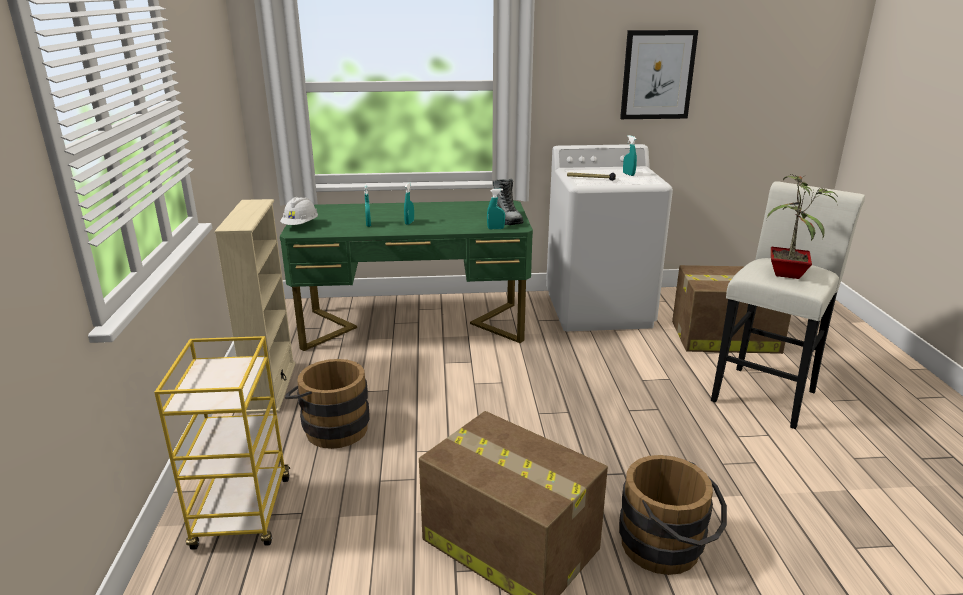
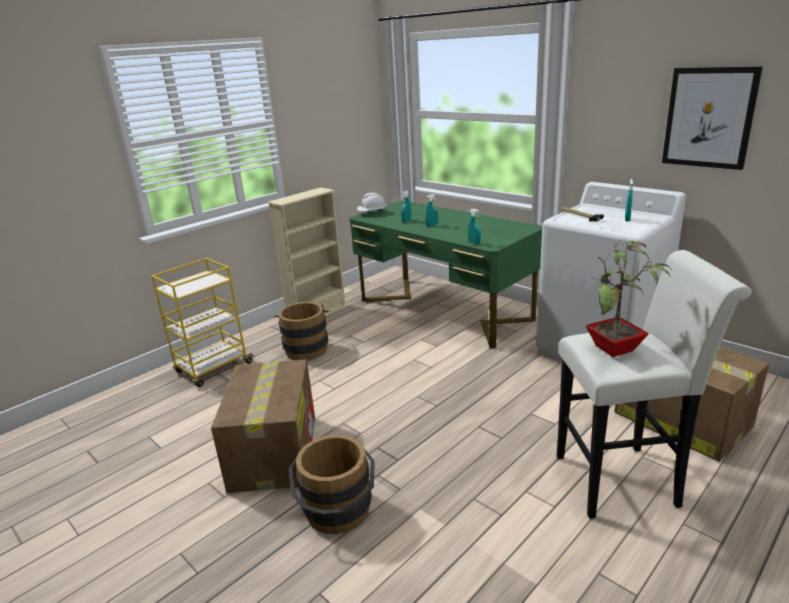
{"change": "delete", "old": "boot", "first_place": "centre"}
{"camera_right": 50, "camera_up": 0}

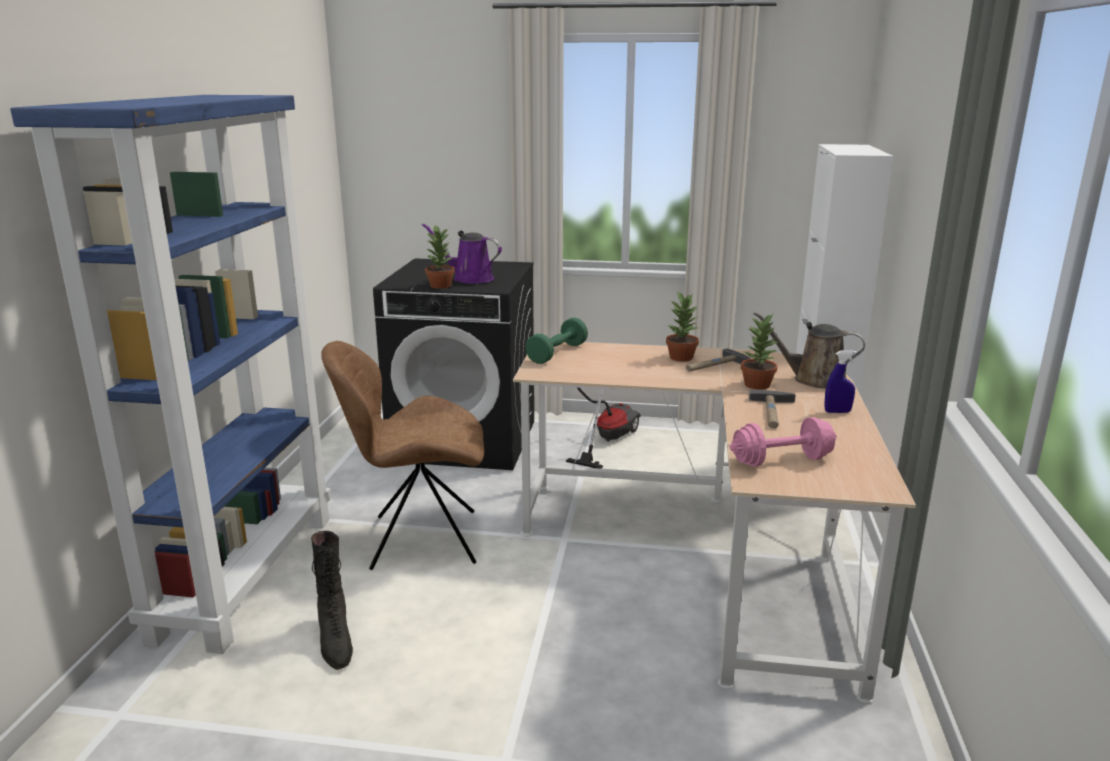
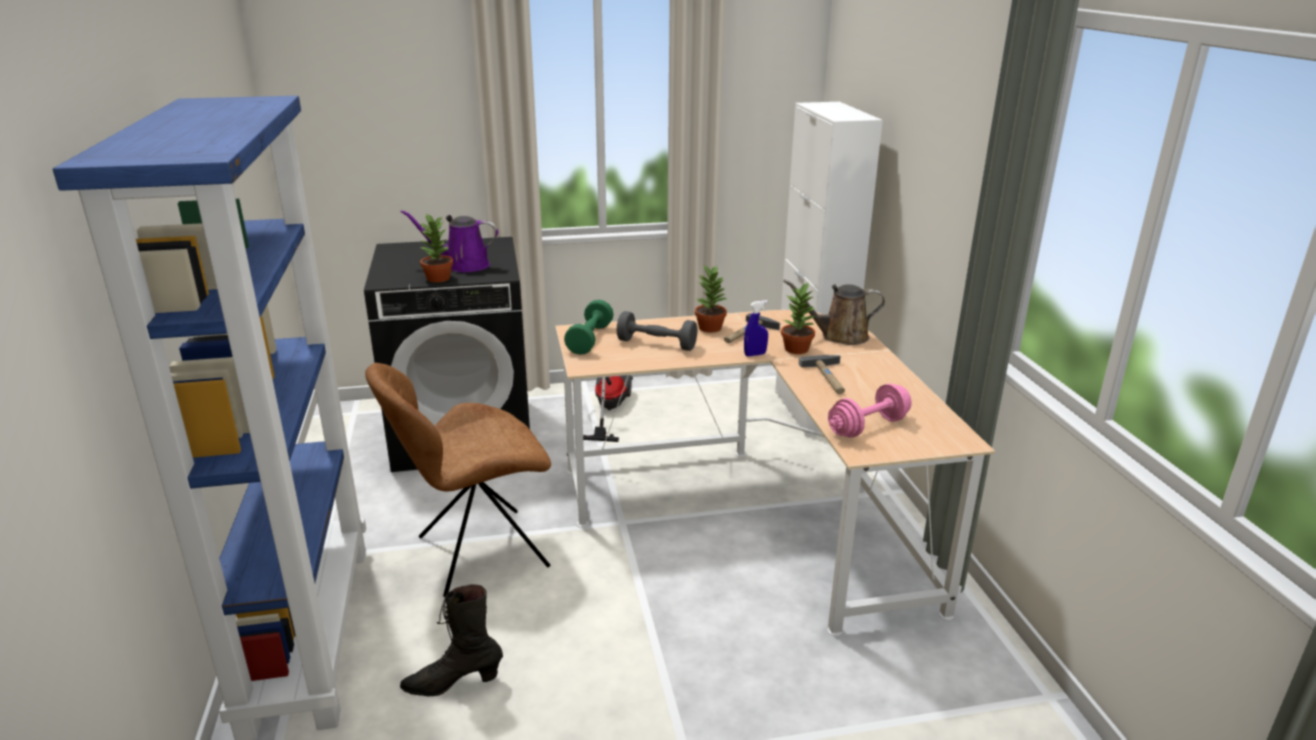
{"change": "insert", "new": "grey dumbbell", "second_place": "centre"}
{"change": "move", "old": "blue spray bottle", "first_place": "middle right", "second_place": "centre"}
{"change": "rotate", "old": "black boot", "first_place": "bottom left", "second_place": "bottom centre", "degrees": 120}
{"camera_right": -20, "camera_up": 5}

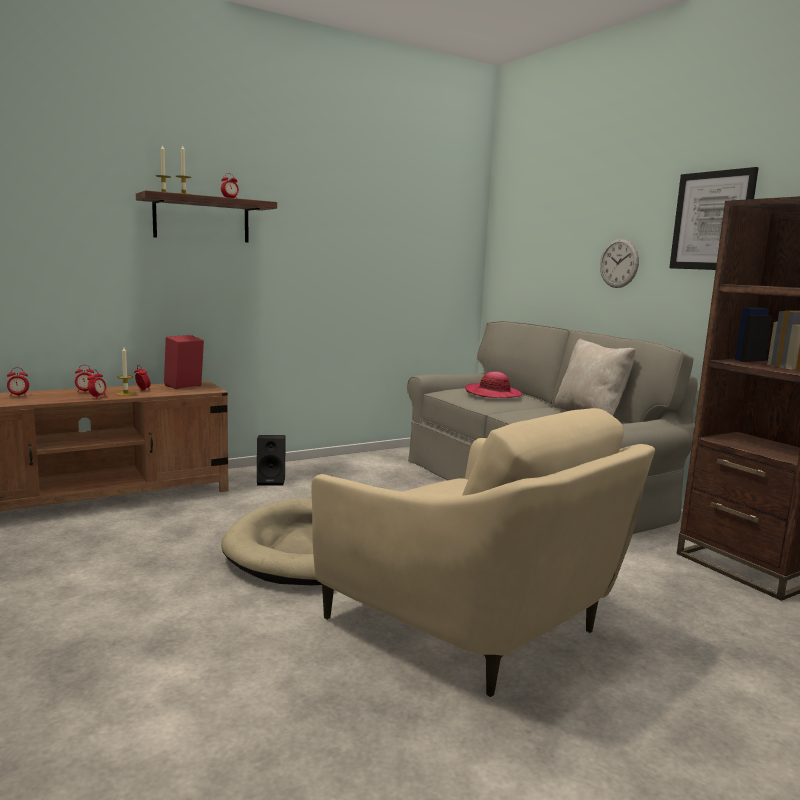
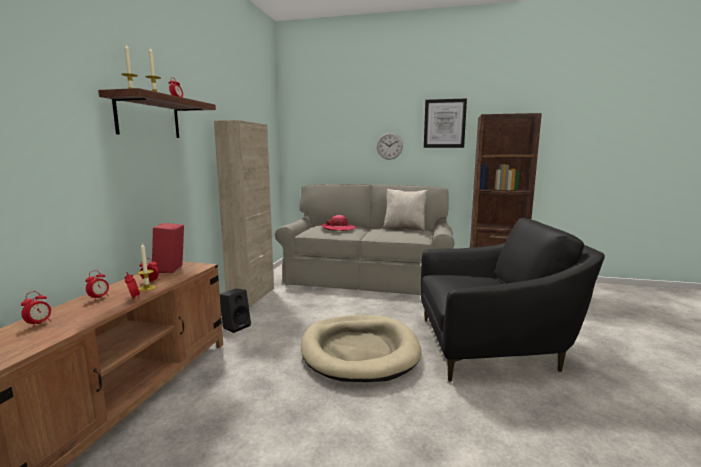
{"change": "insert", "new": "beige cabinet", "second_place": "centre"}
{"change": "recolor", "old": "beige armchair", "new": "black armchair", "first_place": "bottom centre", "second_place": "middle right"}
{"camera_right": -45, "camera_up": 0}

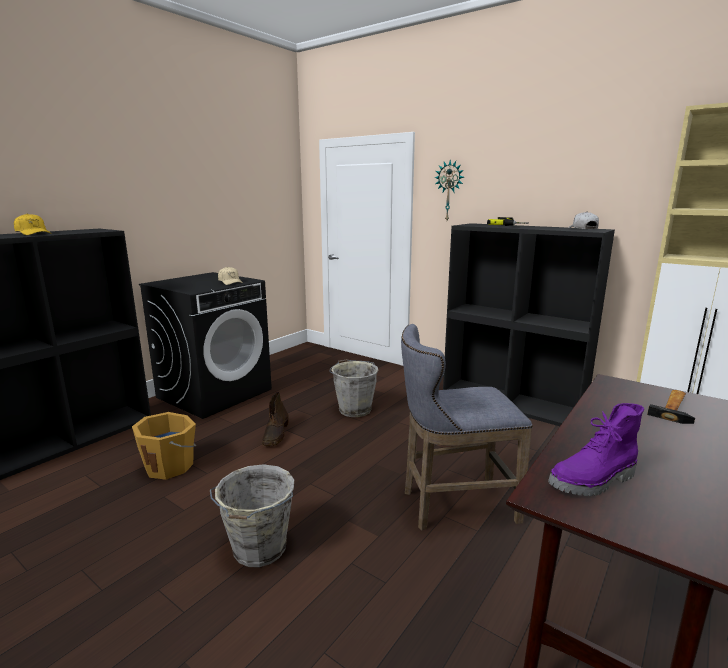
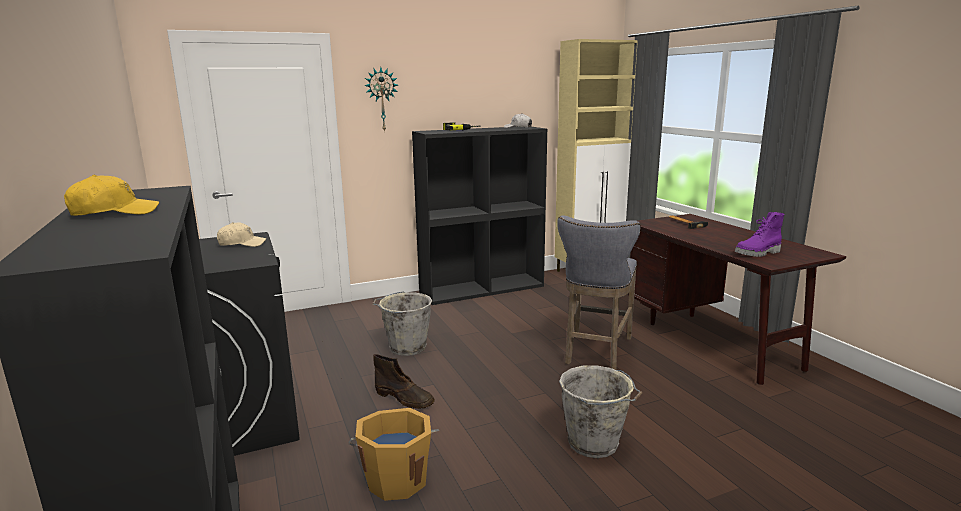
{"change": "rotate", "old": "purple boot", "first_place": "bottom right", "second_place": "middle right", "degrees": 60}
{"camera_right": -60, "camera_up": 0}

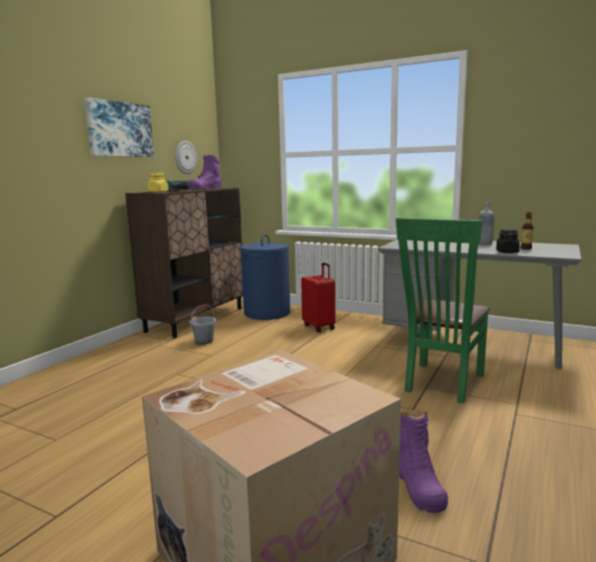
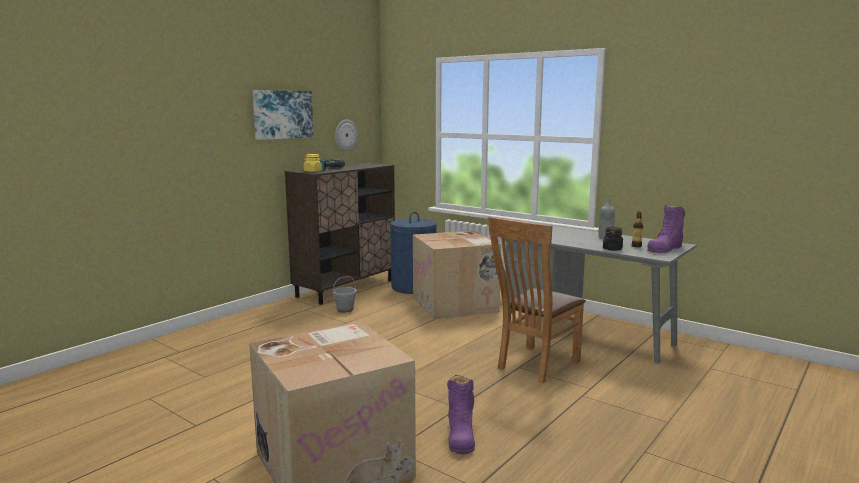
{"change": "move", "old": "purple boot (1st from left in the first image)", "new": "purple boot (2nd from left)", "first_place": "top centre", "second_place": "middle right"}
{"change": "replace", "old": "red suitcase", "new": "cardboard box (2nd from left)", "first_place": "centre", "second_place": "centre"}
{"change": "recolor", "old": "green chair", "new": "brown chair", "first_place": "middle right", "second_place": "centre"}
{"camera_right": 10, "camera_up": 0}

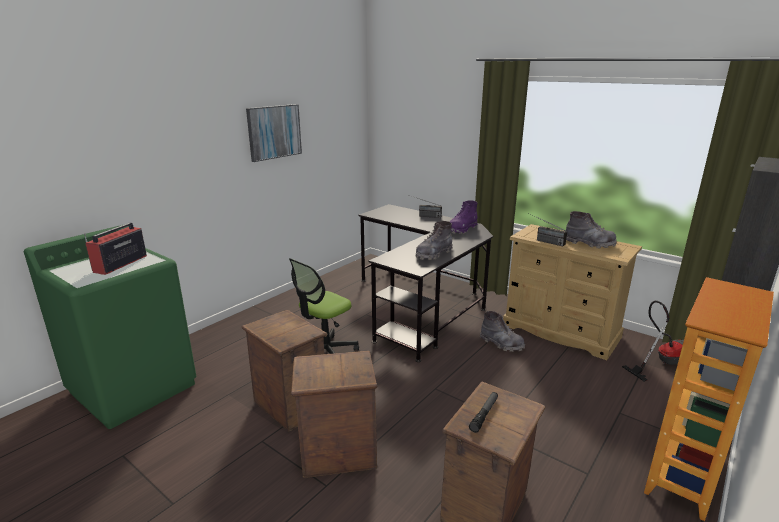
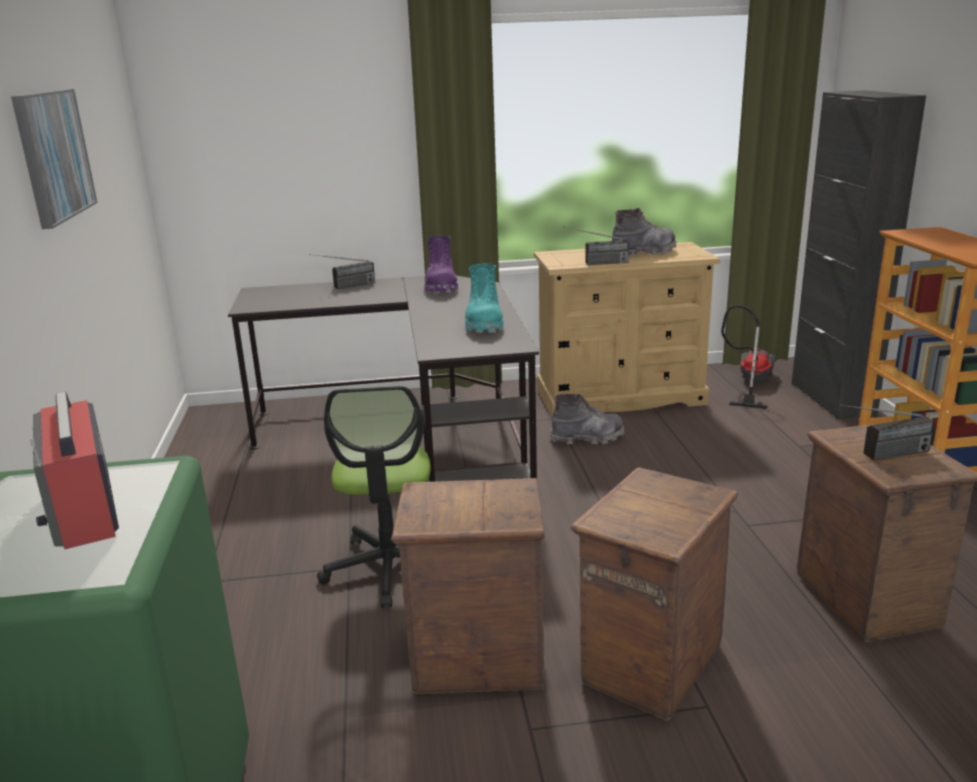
{"change": "replace", "old": "flashlight", "new": "radio (4th from left)", "first_place": "bottom centre", "second_place": "middle right"}
{"change": "recolor", "old": "grey boot (1st from left)", "new": "turquoise boot", "first_place": "centre", "second_place": "centre"}
{"camera_right": -45, "camera_up": 0}

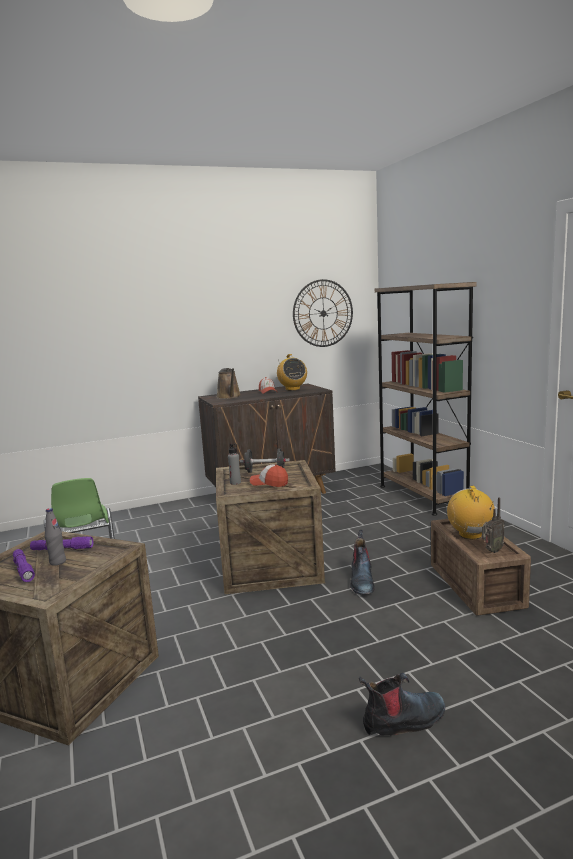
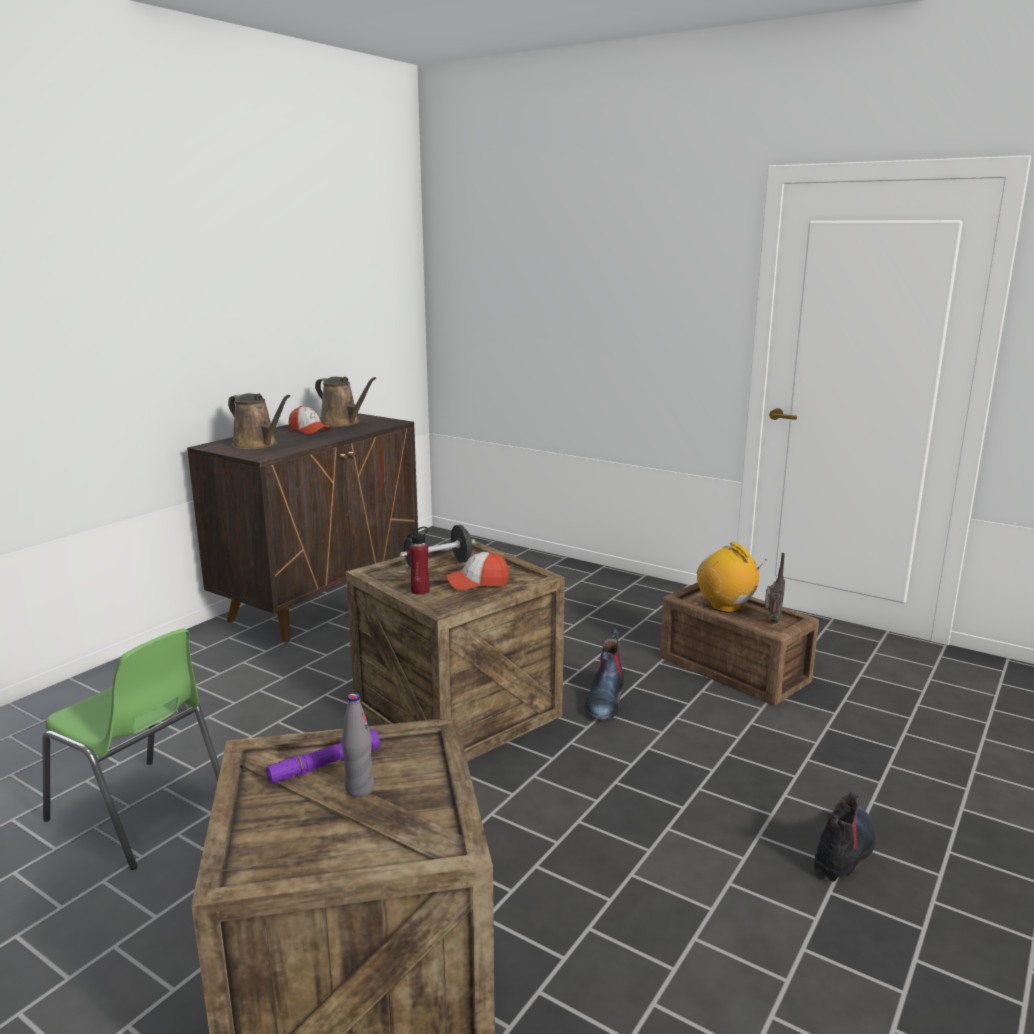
{"change": "delete", "old": "purple flashlight (1st from left)", "first_place": "middle left"}
{"change": "delete", "old": "wall clock", "first_place": "centre"}
{"change": "delete", "old": "brown bookcase", "first_place": "middle right"}
{"change": "replace", "old": "radio (1st from left)", "new": "brown watering can (2nd from left)", "first_place": "centre", "second_place": "centre"}
{"change": "recolor", "old": "grey bottle (2nd from left)", "new": "red bottle", "first_place": "centre", "second_place": "centre"}
{"change": "rotate", "old": "boot (1st from left)", "first_place": "centre", "second_place": "centre", "degrees": 45}
{"camera_right": -35, "camera_up": 5}

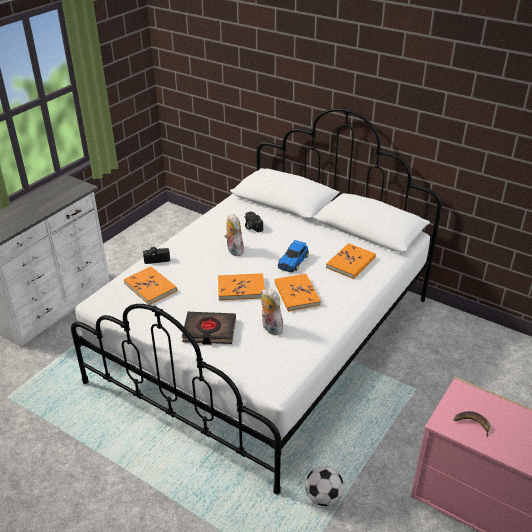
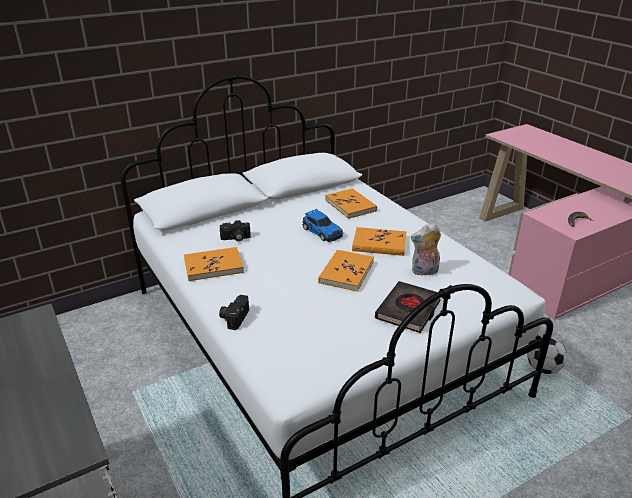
{"change": "delete", "old": "plush toy (1st from left)", "first_place": "centre"}
{"change": "move", "old": "orange book (1st from left)", "first_place": "middle left", "second_place": "centre"}
{"camera_right": -65, "camera_up": -5}

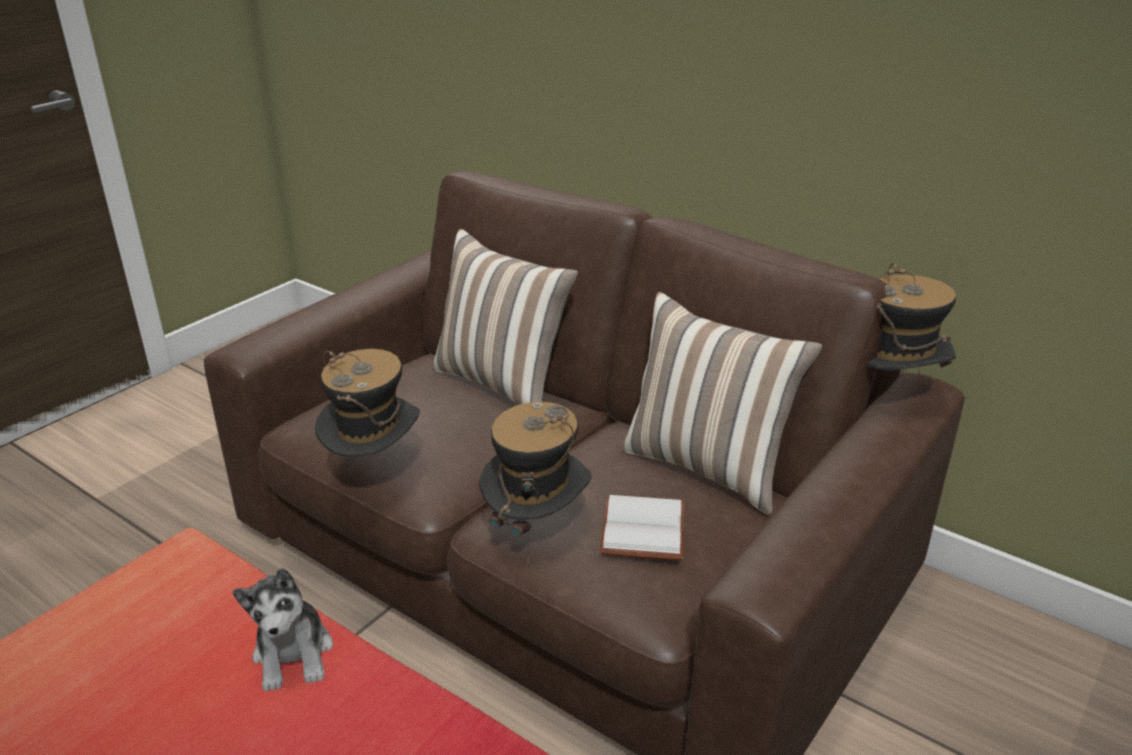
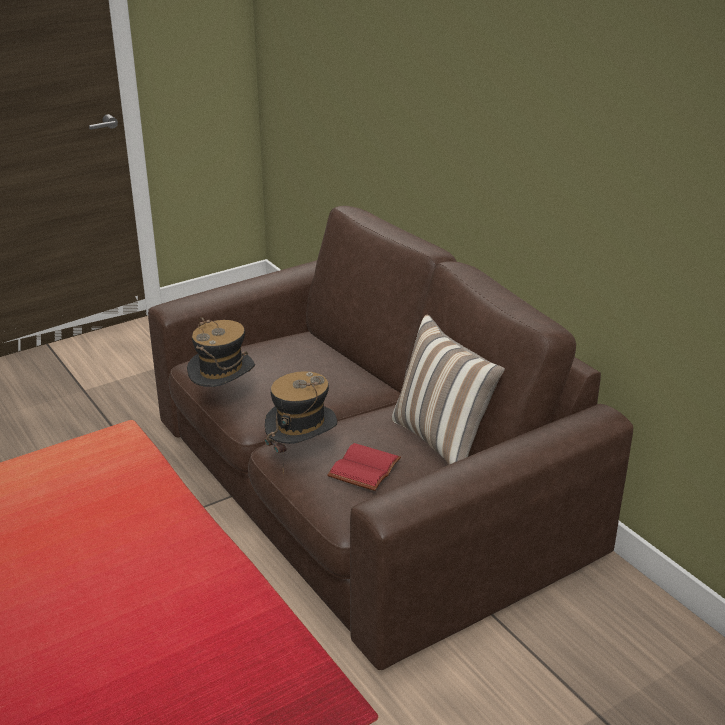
{"change": "delete", "old": "plush toy", "first_place": "bottom left"}
{"change": "delete", "old": "pillow (1st from left)", "first_place": "centre"}
{"change": "delete", "old": "hat (3rd from left)", "first_place": "middle right"}
{"change": "recolor", "old": "white book", "new": "red book", "first_place": "bottom centre", "second_place": "centre"}
{"camera_right": 20, "camera_up": 0}

